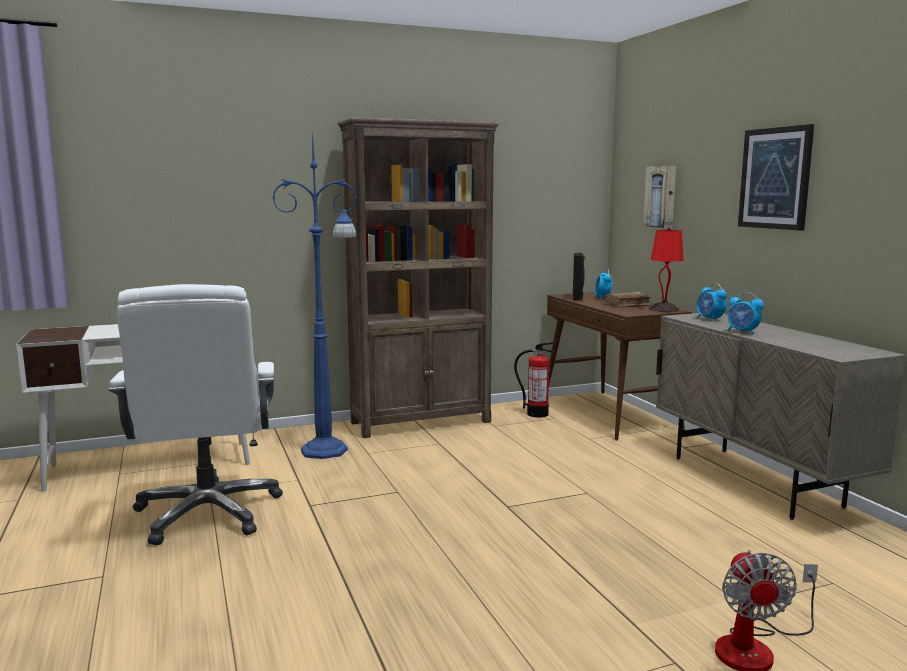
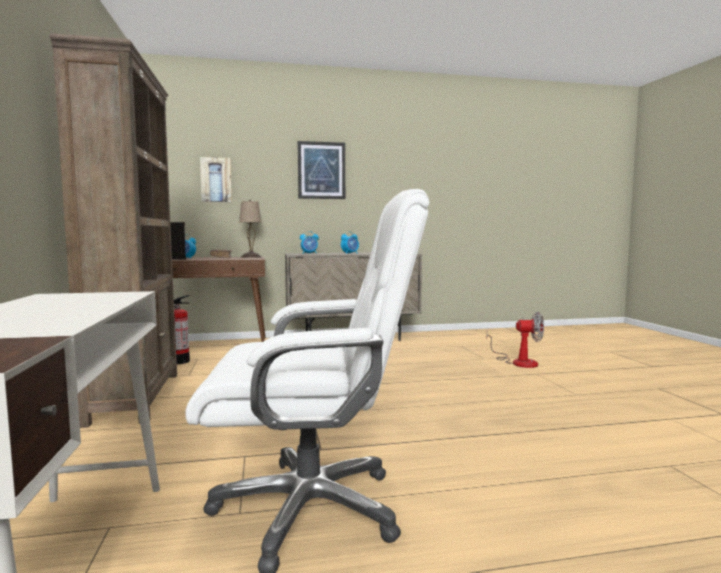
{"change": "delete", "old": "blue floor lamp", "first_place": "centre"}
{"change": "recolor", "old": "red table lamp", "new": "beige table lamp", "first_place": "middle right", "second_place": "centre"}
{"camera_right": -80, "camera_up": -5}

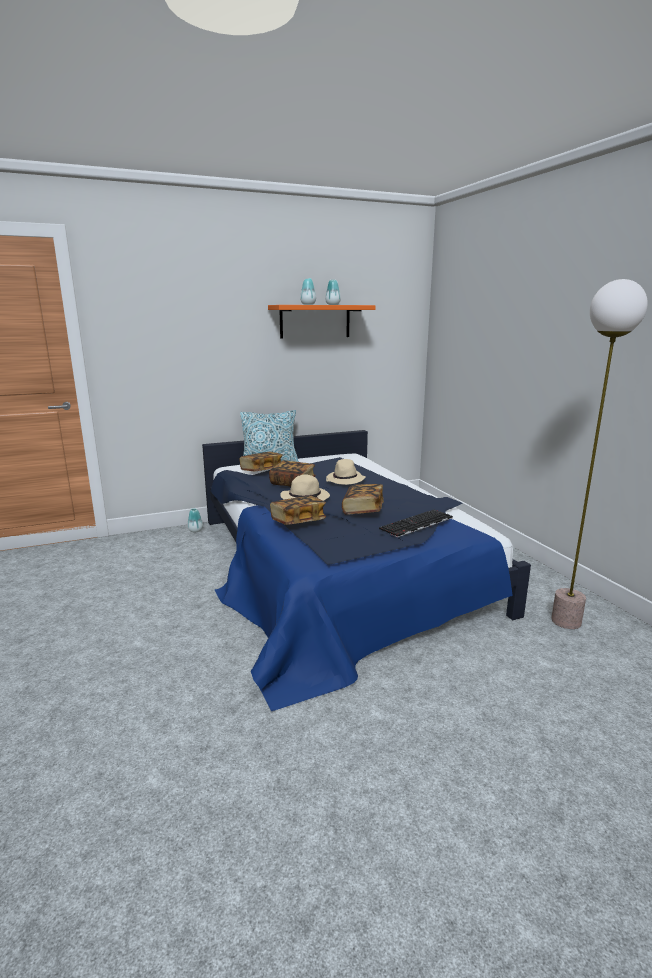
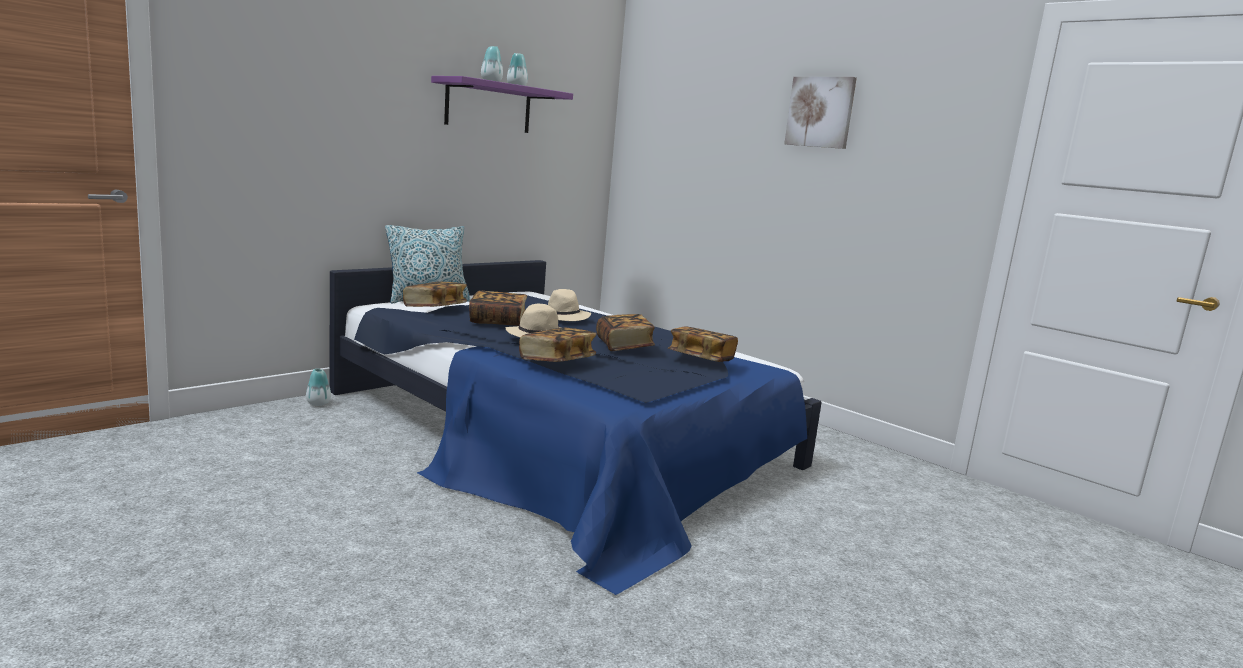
{"change": "delete", "old": "floor lamp", "first_place": "middle right"}
{"change": "insert", "new": "picture", "second_place": "top centre"}
{"change": "replace", "old": "keyboard", "new": "book (5th from left)", "first_place": "centre", "second_place": "centre"}
{"change": "recolor", "old": "orange shelf", "new": "purple shelf", "first_place": "top centre", "second_place": "top centre"}
{"camera_right": -25, "camera_up": -5}

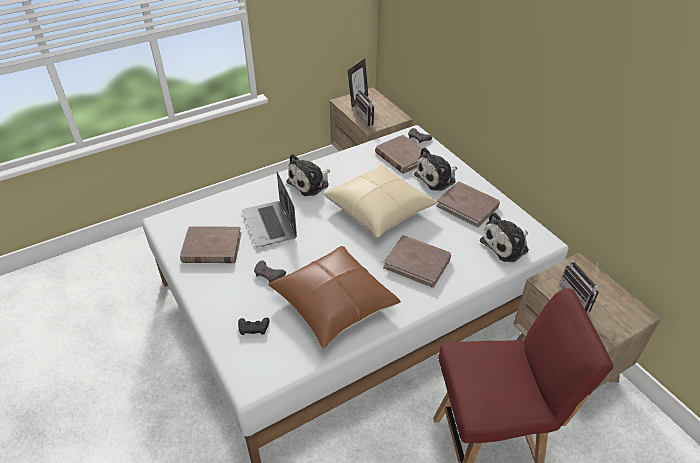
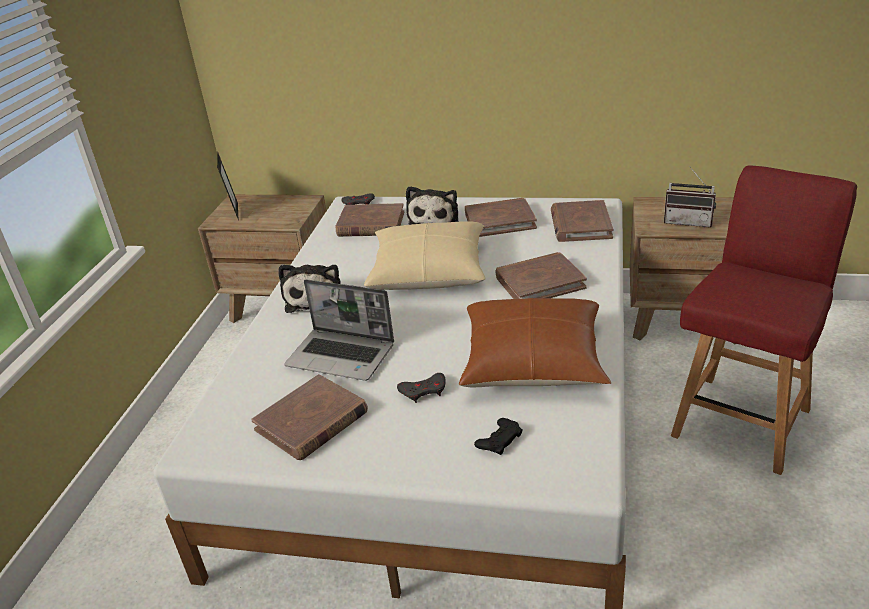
{"change": "delete", "old": "radio (1st from left)", "first_place": "top centre"}
{"change": "replace", "old": "plush toy (3rd from left)", "new": "brown book (5th from left)", "first_place": "middle right", "second_place": "middle right"}
{"camera_right": -45, "camera_up": -10}

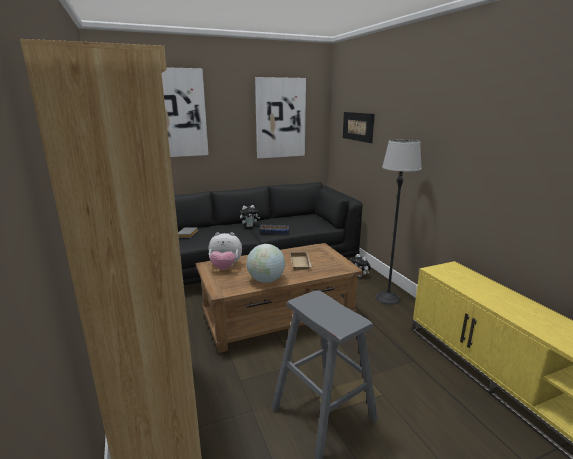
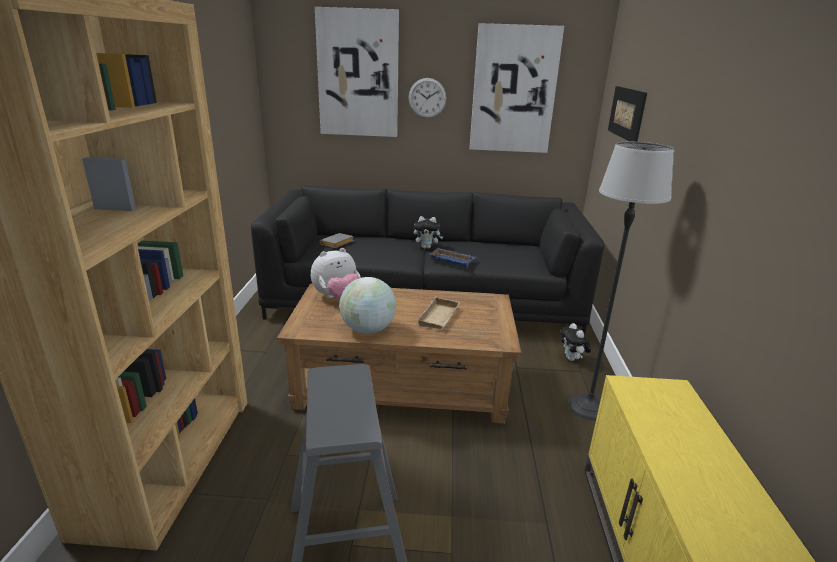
{"change": "insert", "new": "wall clock", "second_place": "top centre"}
{"change": "rotate", "old": "plush toy (1st from left)", "first_place": "centre", "second_place": "centre", "degrees": -60}
{"camera_right": 25, "camera_up": 5}

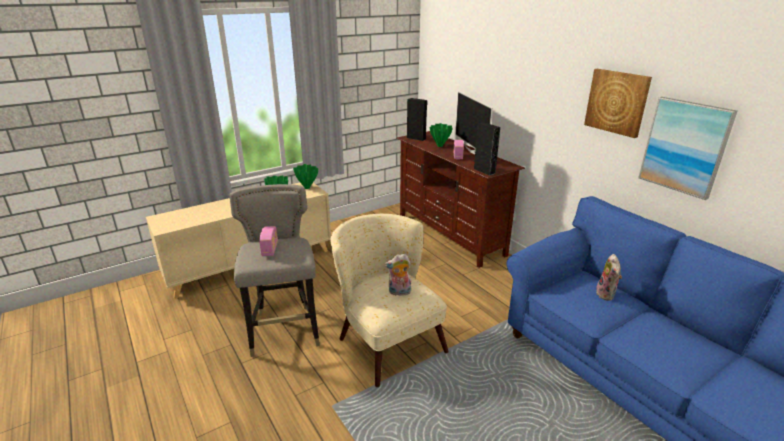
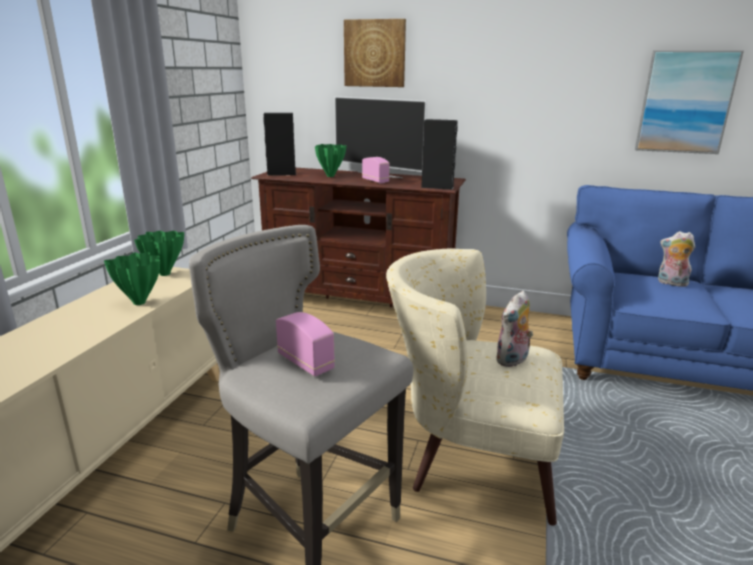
{"change": "move", "old": "picture (1st from left)", "first_place": "top right", "second_place": "top centre"}
{"change": "rotate", "old": "plush toy (2nd from left)", "first_place": "middle right", "second_place": "middle right", "degrees": 150}
{"camera_right": -40, "camera_up": -5}

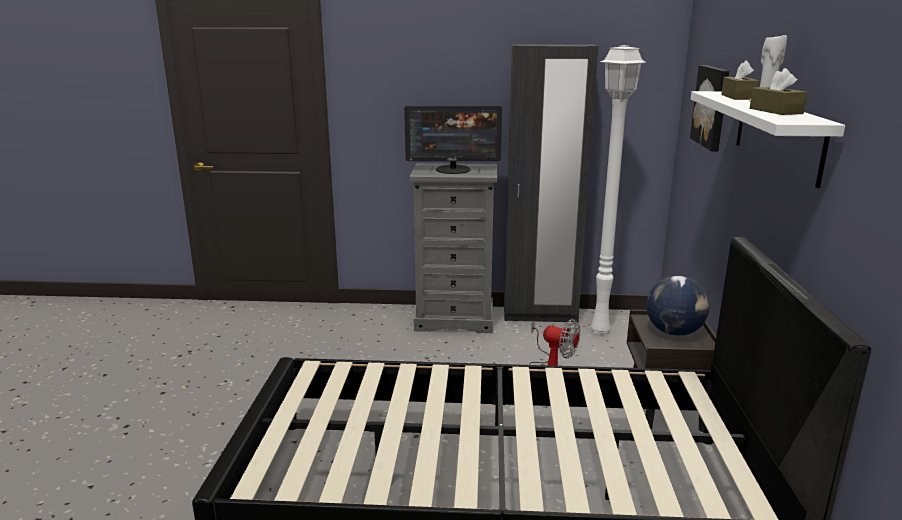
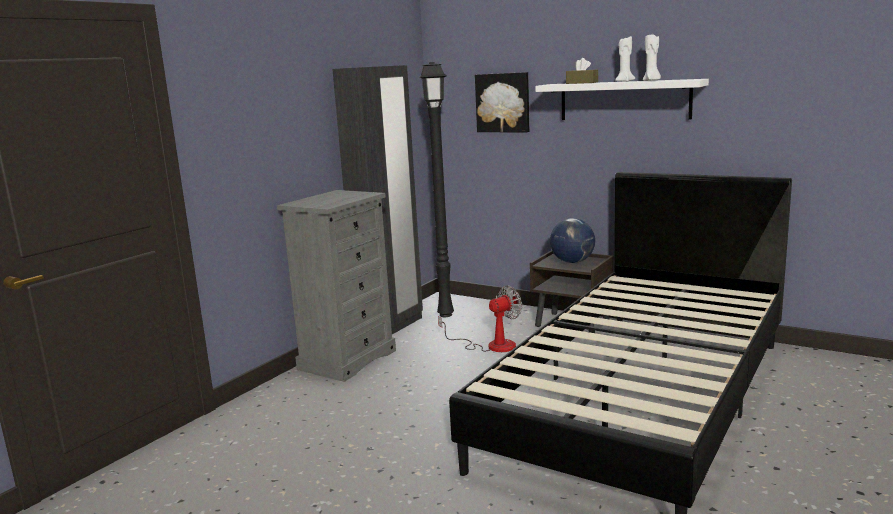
{"change": "delete", "old": "monitor", "first_place": "top centre"}
{"change": "replace", "old": "brown tissue box (2nd from left)", "new": "white candle (2nd from left)", "first_place": "top right", "second_place": "top right"}
{"change": "recolor", "old": "white floor lamp", "new": "black floor lamp", "first_place": "middle right", "second_place": "centre"}
{"camera_right": -60, "camera_up": -5}

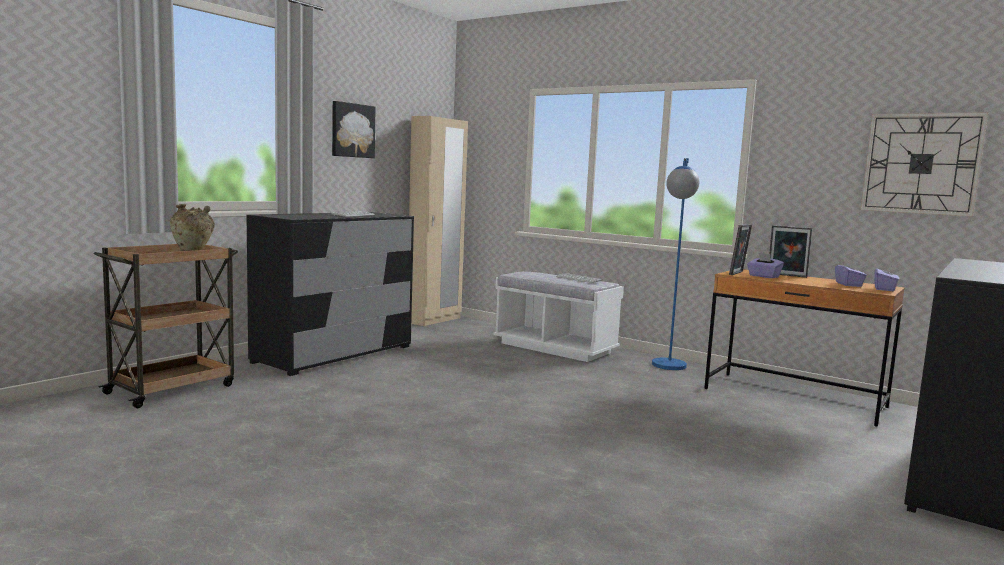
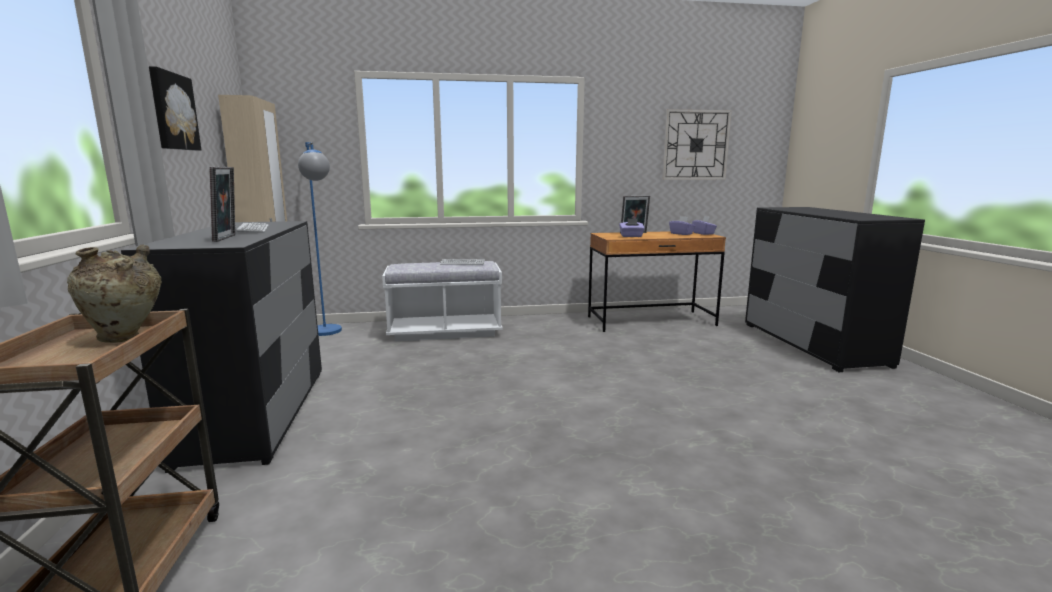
{"change": "move", "old": "blue floor lamp", "first_place": "middle right", "second_place": "middle left"}
{"change": "move", "old": "picture frame (1st from left)", "first_place": "middle right", "second_place": "middle left"}
{"camera_right": -45, "camera_up": 5}

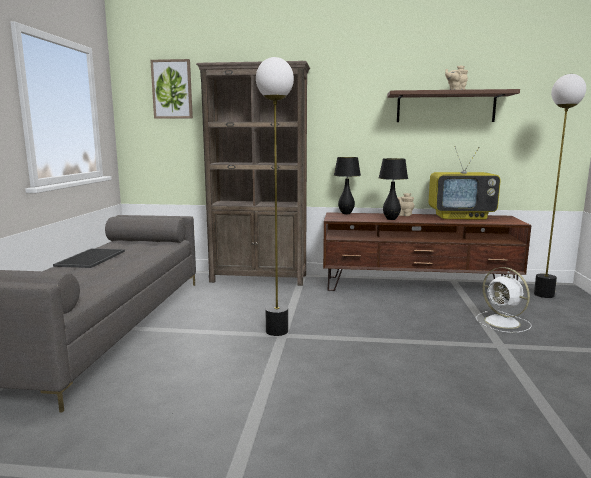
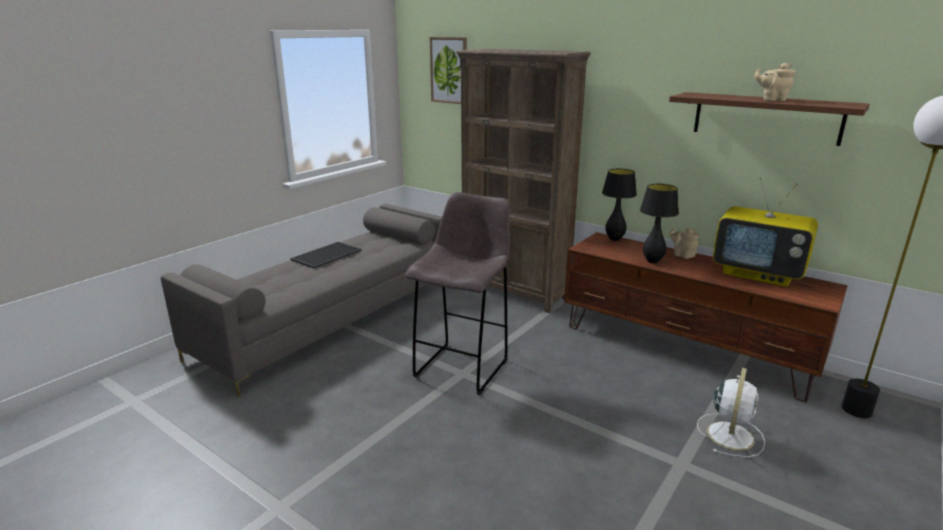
{"change": "replace", "old": "floor lamp (1st from left)", "new": "grey stool", "first_place": "centre", "second_place": "centre"}
{"change": "rotate", "old": "white fan", "first_place": "middle right", "second_place": "bottom right", "degrees": -150}
{"camera_right": 30, "camera_up": 10}

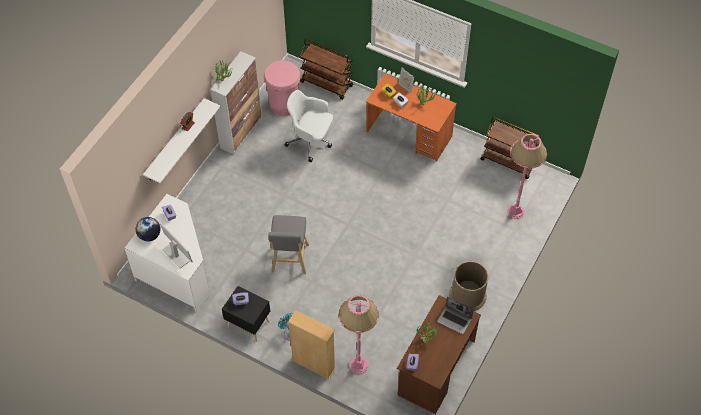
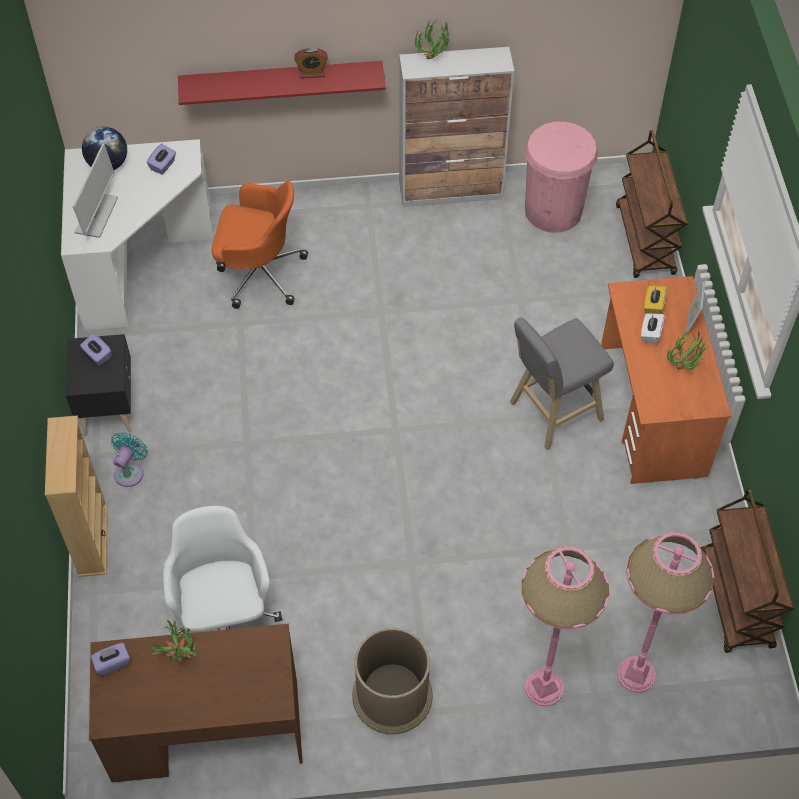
{"change": "delete", "old": "laptop", "first_place": "bottom centre"}
{"change": "insert", "new": "orange office chair", "second_place": "top left"}
{"change": "move", "old": "grey stool", "first_place": "centre", "second_place": "middle right"}
{"change": "move", "old": "white office chair", "first_place": "top centre", "second_place": "bottom left"}
{"change": "move", "old": "pink floor lamp (1st from left)", "first_place": "bottom centre", "second_place": "bottom right"}
{"change": "recolor", "old": "white shelf", "new": "red shelf", "first_place": "middle left", "second_place": "top centre"}
{"camera_right": 55, "camera_up": 0}

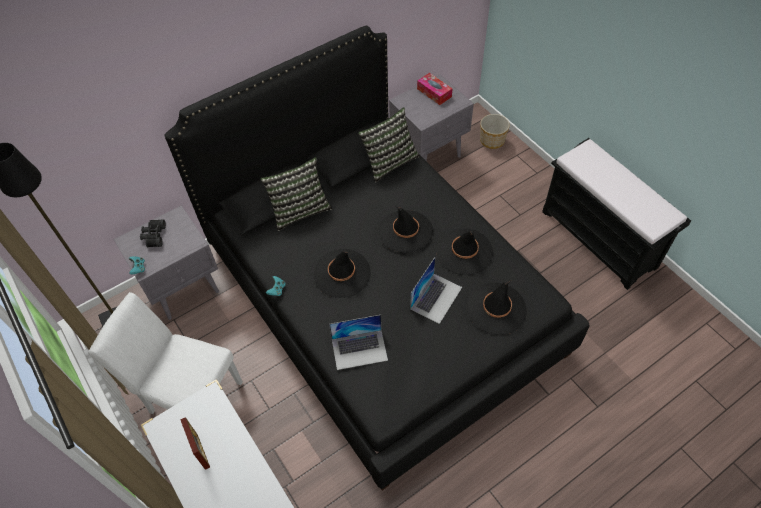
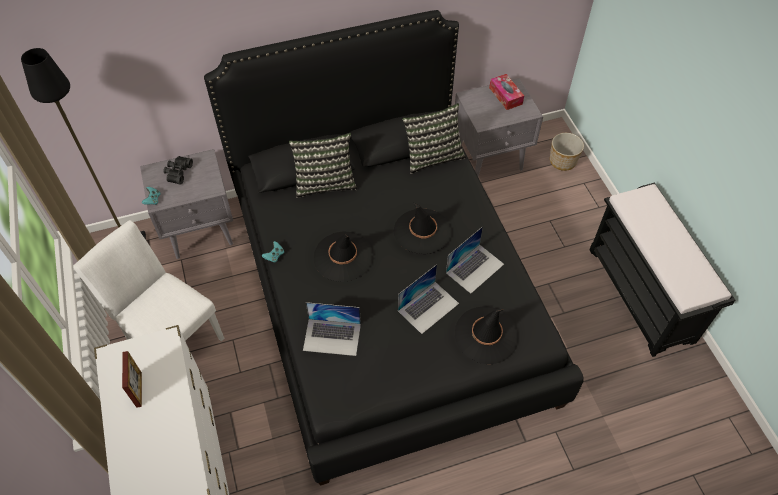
{"change": "replace", "old": "black hat (3rd from left)", "new": "laptop (3rd from left)", "first_place": "centre", "second_place": "centre"}
{"camera_right": 15, "camera_up": 0}

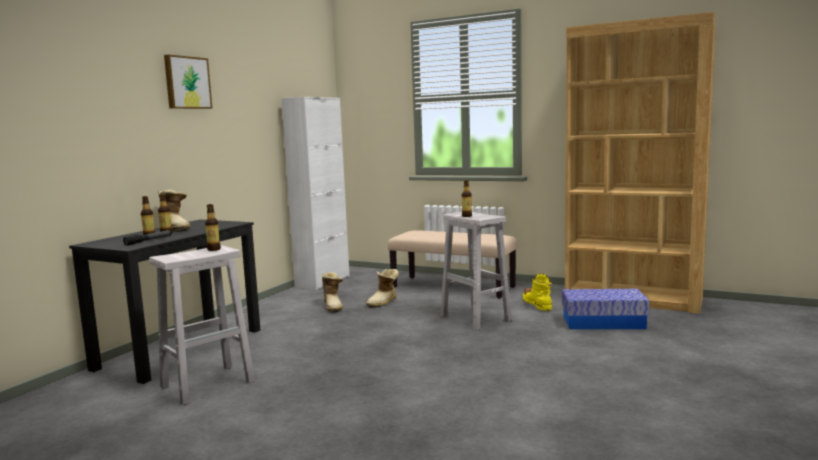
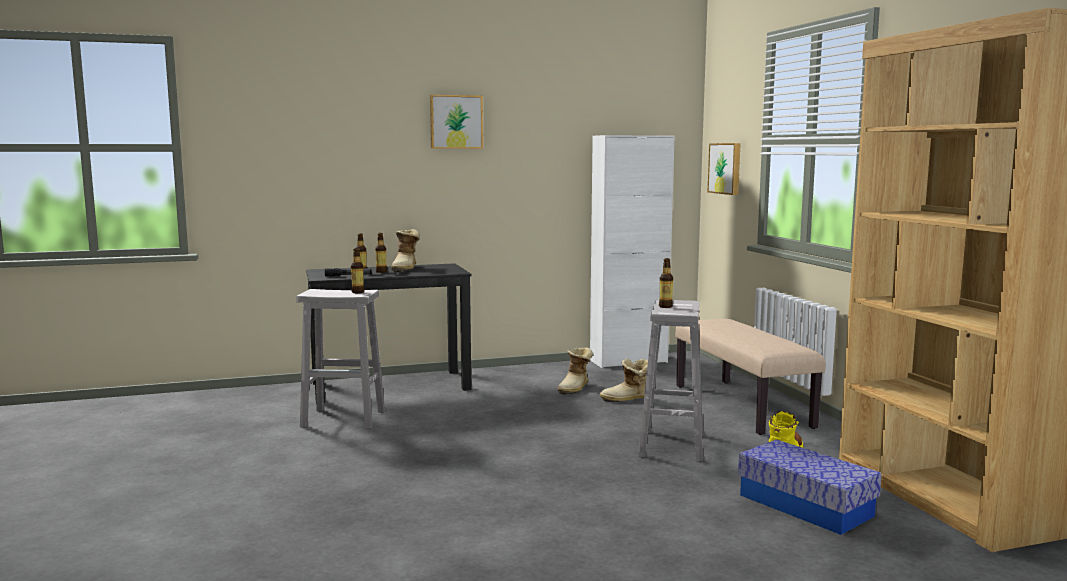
{"change": "insert", "new": "picture (2nd from left)", "second_place": "top right"}
{"camera_right": 45, "camera_up": 0}

